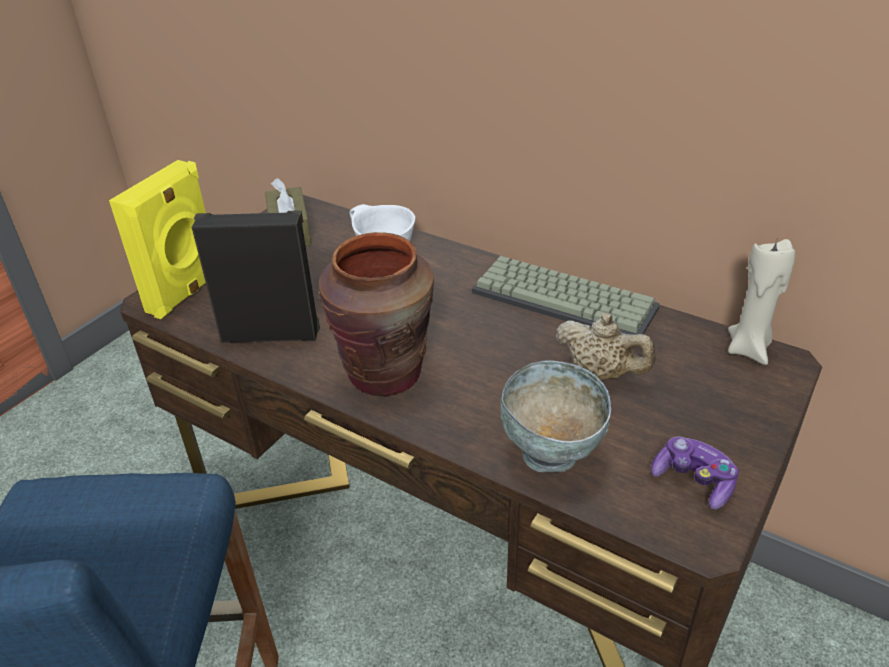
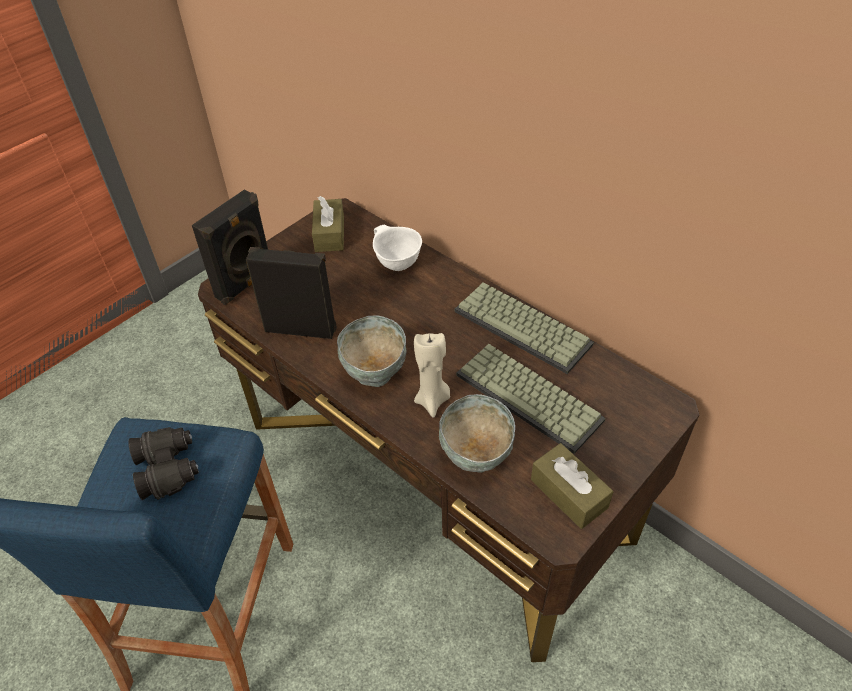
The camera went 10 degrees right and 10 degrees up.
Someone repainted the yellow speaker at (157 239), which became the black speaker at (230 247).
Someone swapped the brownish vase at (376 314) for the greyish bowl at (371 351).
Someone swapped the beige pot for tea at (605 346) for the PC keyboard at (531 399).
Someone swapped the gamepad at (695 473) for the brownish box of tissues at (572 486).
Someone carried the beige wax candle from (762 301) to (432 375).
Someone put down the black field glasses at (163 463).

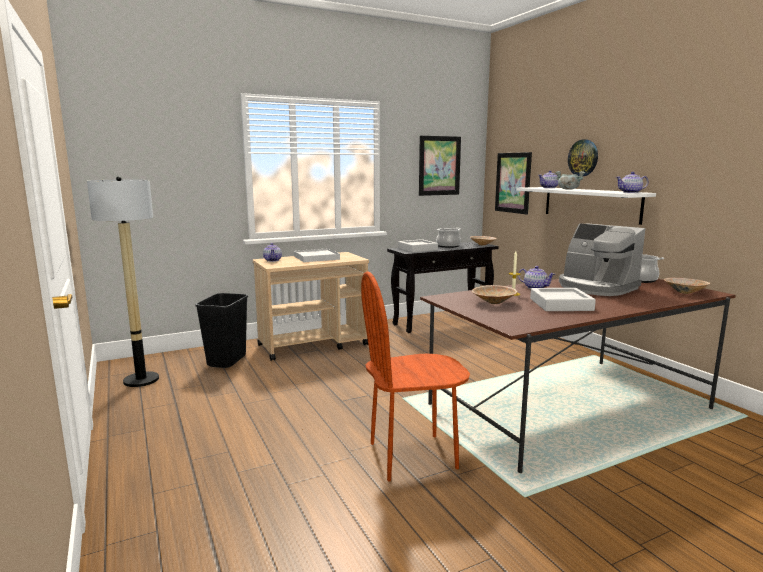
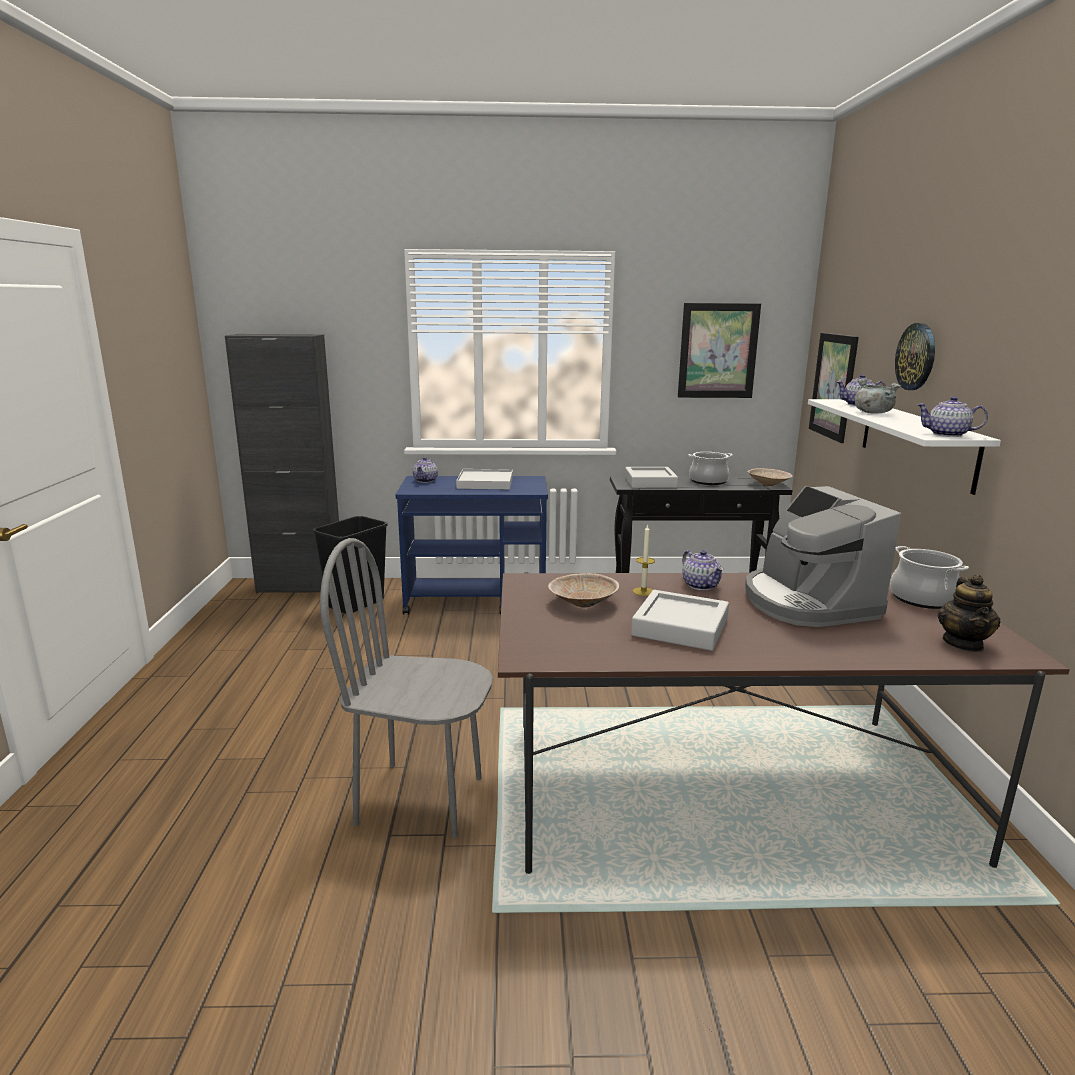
The camera went 25 degrees right and 5 degrees up.
Someone took away the standing lamp at (123 282).
Someone repainted the beige trolley at (311 306), which became the bluish trolley at (471 545).
Someone repainted the brownish chair at (415 376), which became the greyish chair at (406 688).
Someone swapped the beige bowl at (687 286) for the pot for tea at (969 613).
Someone put down the black cabinet at (282 464).

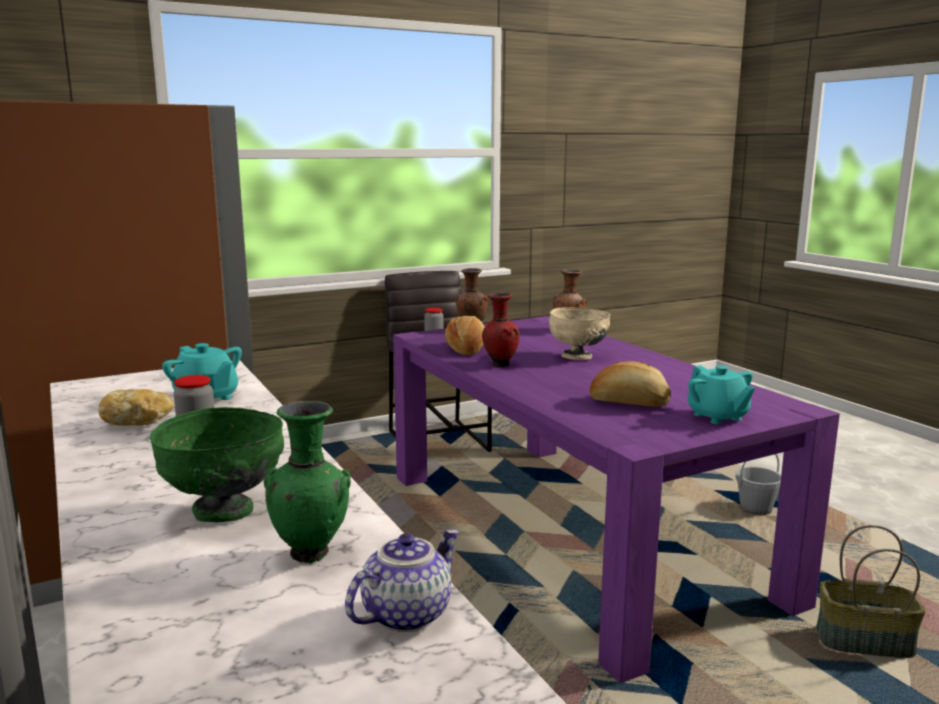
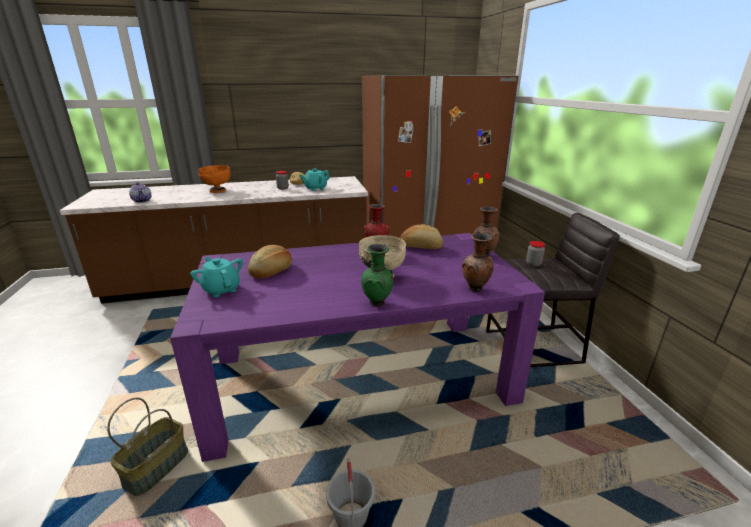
The camera went 105 degrees right and 10 degrees up.
Someone repainted the green-coloured bowl at (217 464), which became the orange bowl at (214 179).
Someone carried the green-coloured vase from (307 482) to (377 275).
Someone rotated the turquoise-coloured pot for tea at (721 394) by 60 degrees clockwise.

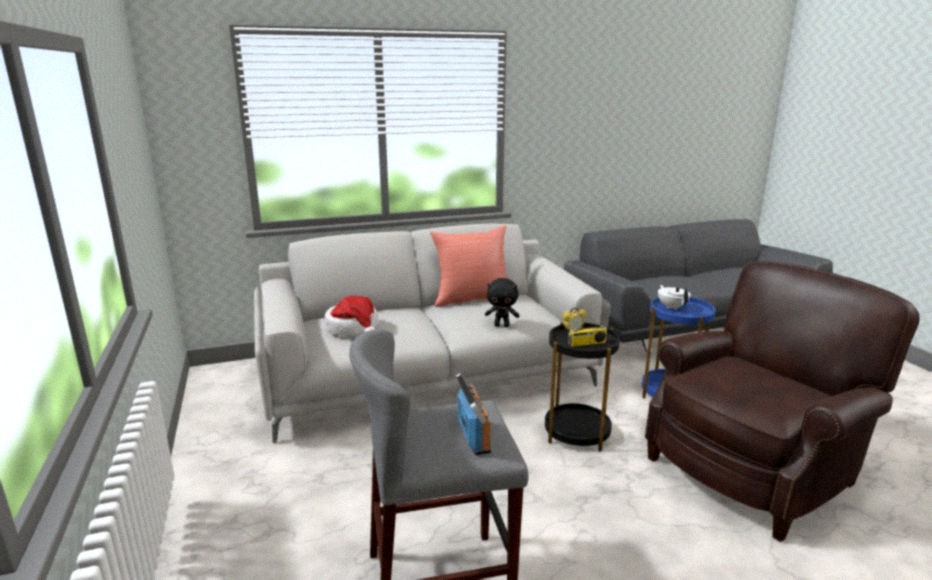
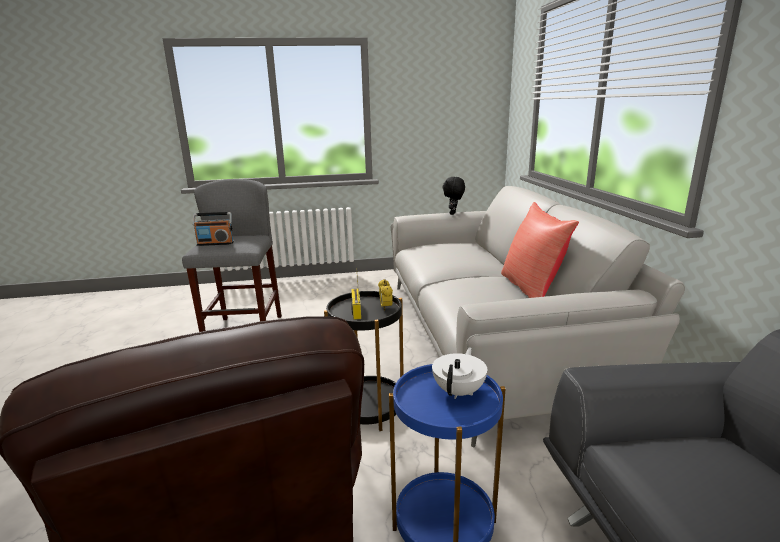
The camera went 100 degrees right and 0 degrees up.
Someone took away the wearable hat at (352 316).
Someone carried the black soft toy from (502 302) to (454 196).
Someone rotated the whitish pot for tea at (674 297) by 60 degrees counterclockwise.

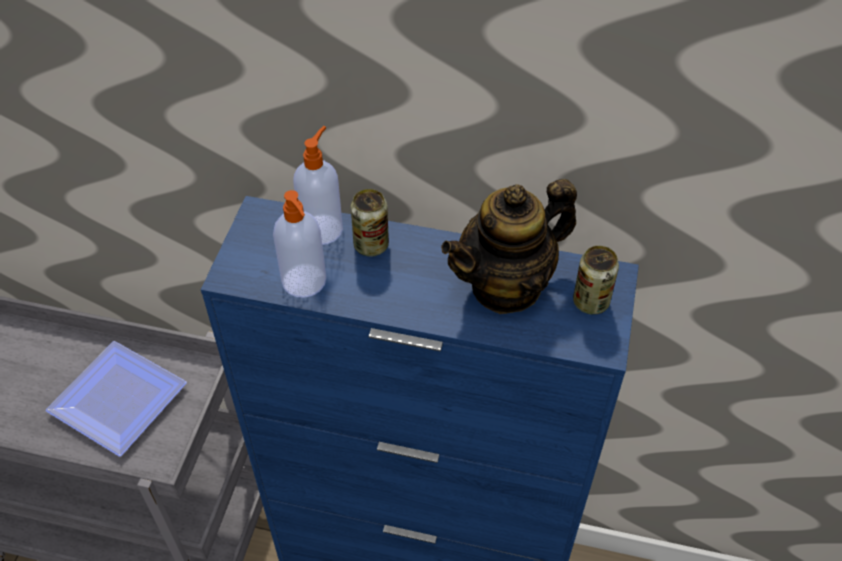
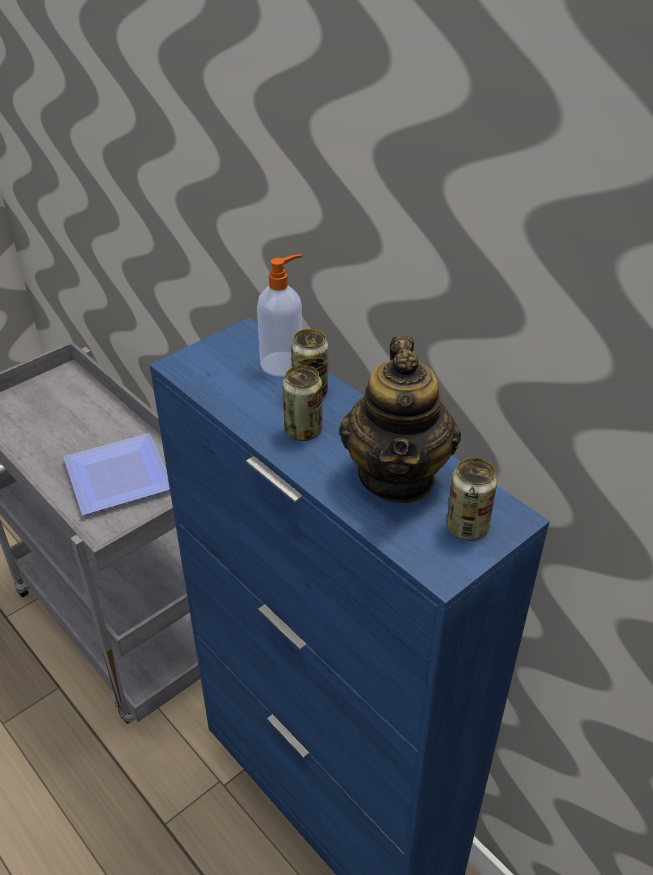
The camera went 35 degrees right and 10 degrees down.
Someone took away the soap dispenser at (299 244).
Someone rotated the pot for tea at (509 246) by 90 degrees counterclockwise.
Someone put down the metal can at (302 403).

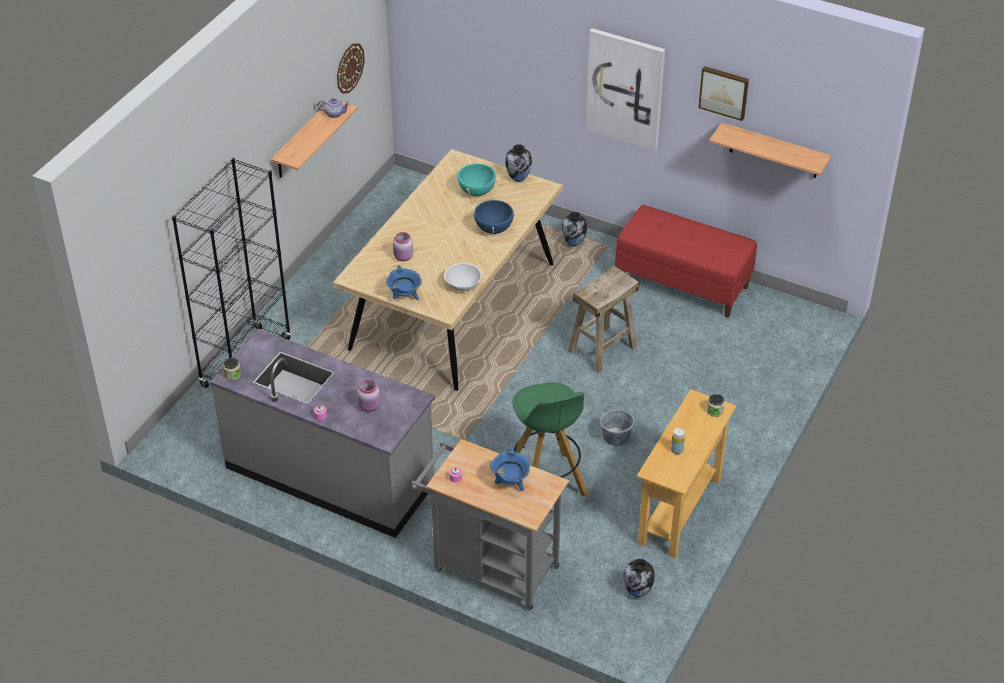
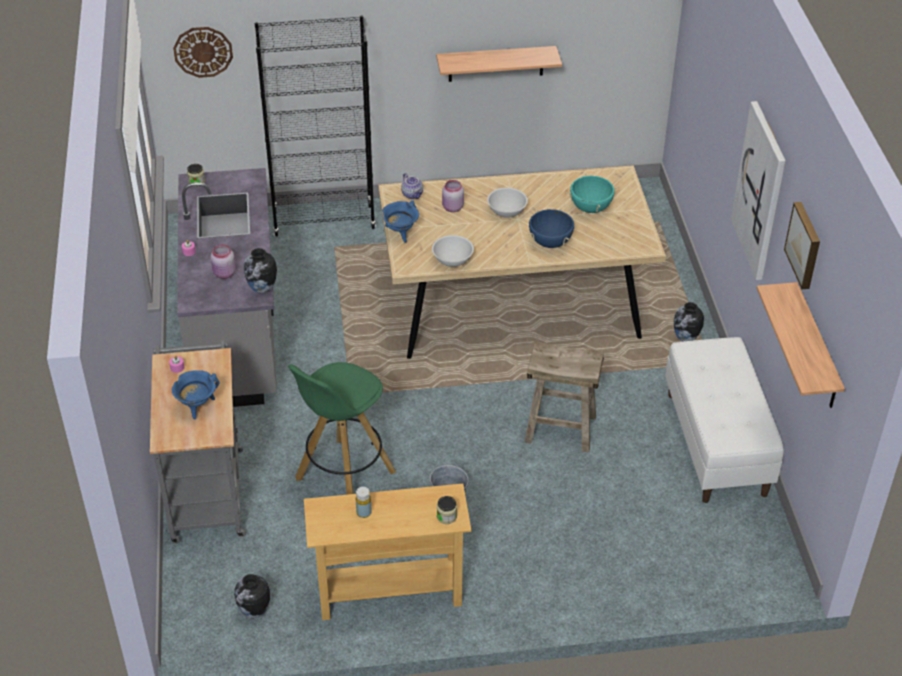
The camera went 55 degrees right and 0 degrees up.
Someone carried the pot for tea from (334 108) to (412 186).
Someone carried the hanging clock from (351 68) to (203 52).
Someone carried the vase from (519 163) to (260 271).
Someone repainted the red indoor bench at (686 261), which became the whitish indoor bench at (724 420).
Someone put down the whitish bowl at (507 203).

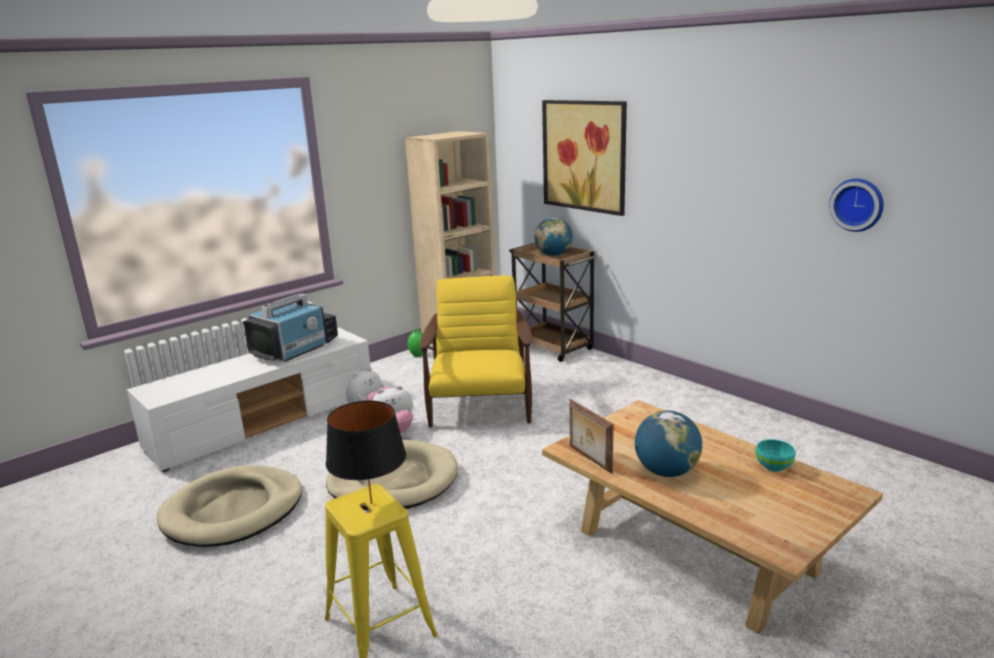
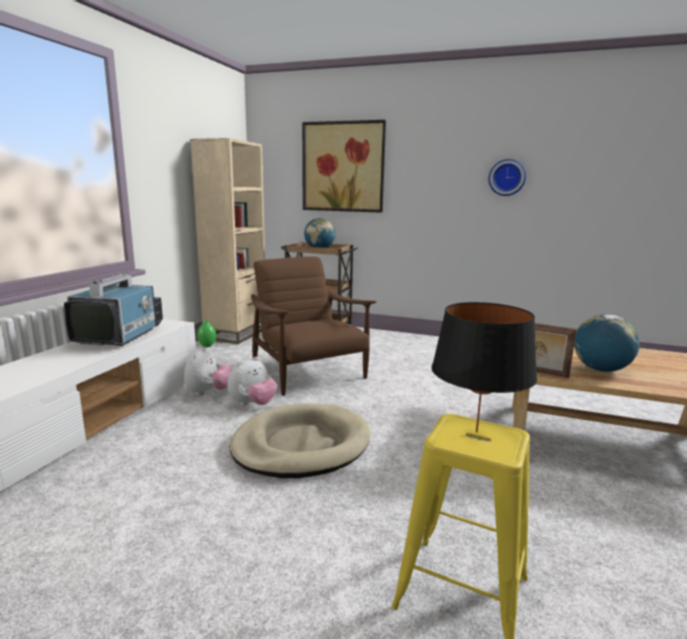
The camera went 30 degrees left and 5 degrees down.
Someone took away the beige dog cushion at (229 506).
Someone repainted the yellow armchair at (476 351), which became the brownish armchair at (314 326).
Someone took away the turquoise-coloured bowl at (775 455).
Someone carried the hanging clock from (856 205) to (507 177).

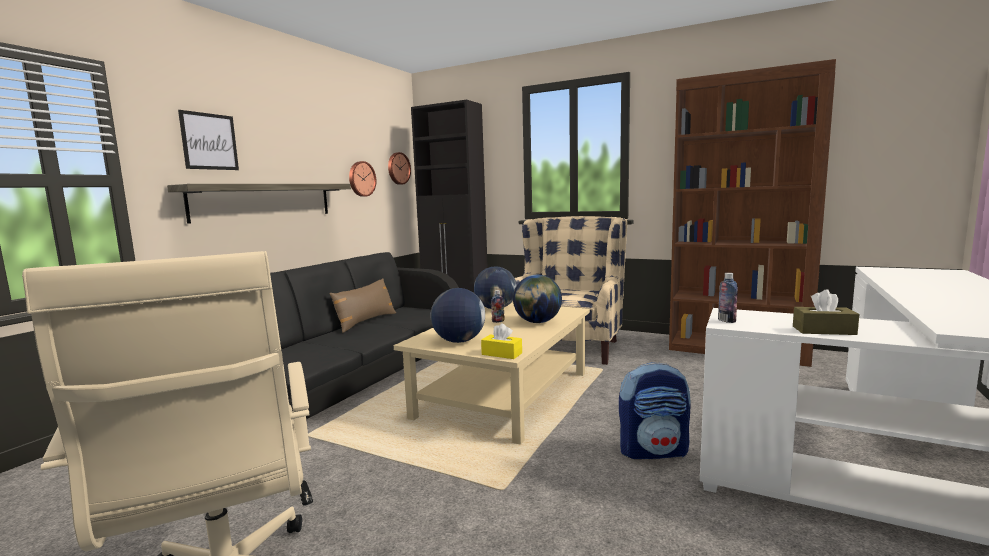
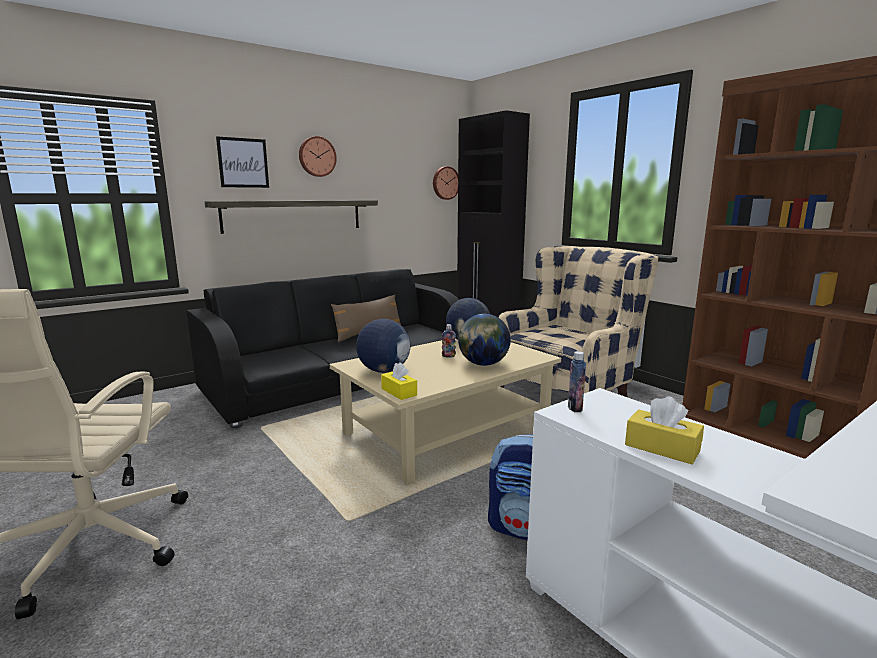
The camera went 25 degrees right and 5 degrees up.
Someone carried the hanging clock from (362 179) to (318 156).
Someone repainted the brownish box of tissues at (826 312), which became the yellow box of tissues at (664 430).

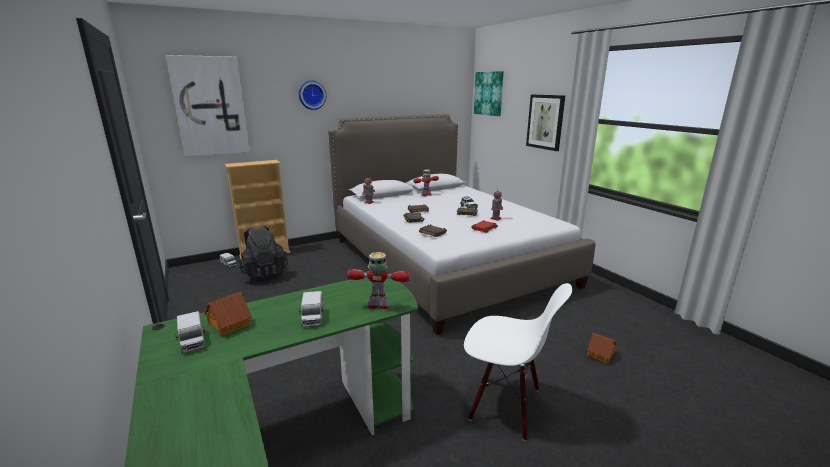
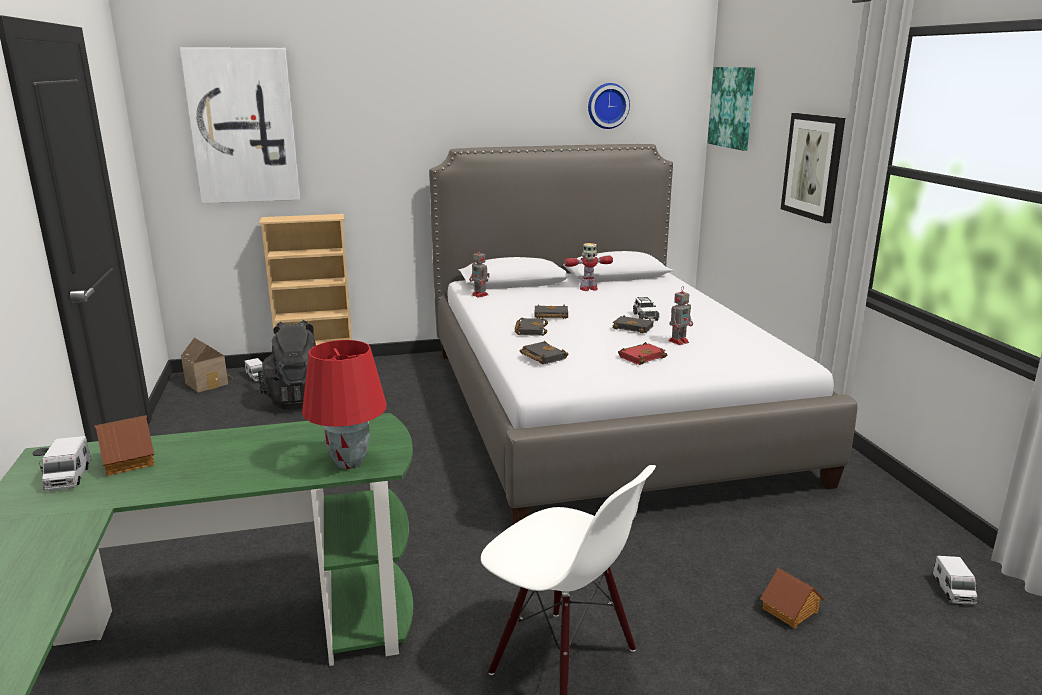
The camera went 15 degrees right and 0 degrees up.
Someone carried the hanging clock from (312 95) to (609 106).
Someone carried the model truck from (311 309) to (955 580).
Someone swapped the robot figure at (378 280) for the red tabletop lamp at (344 404).
Someone put down the model house at (207 365).

